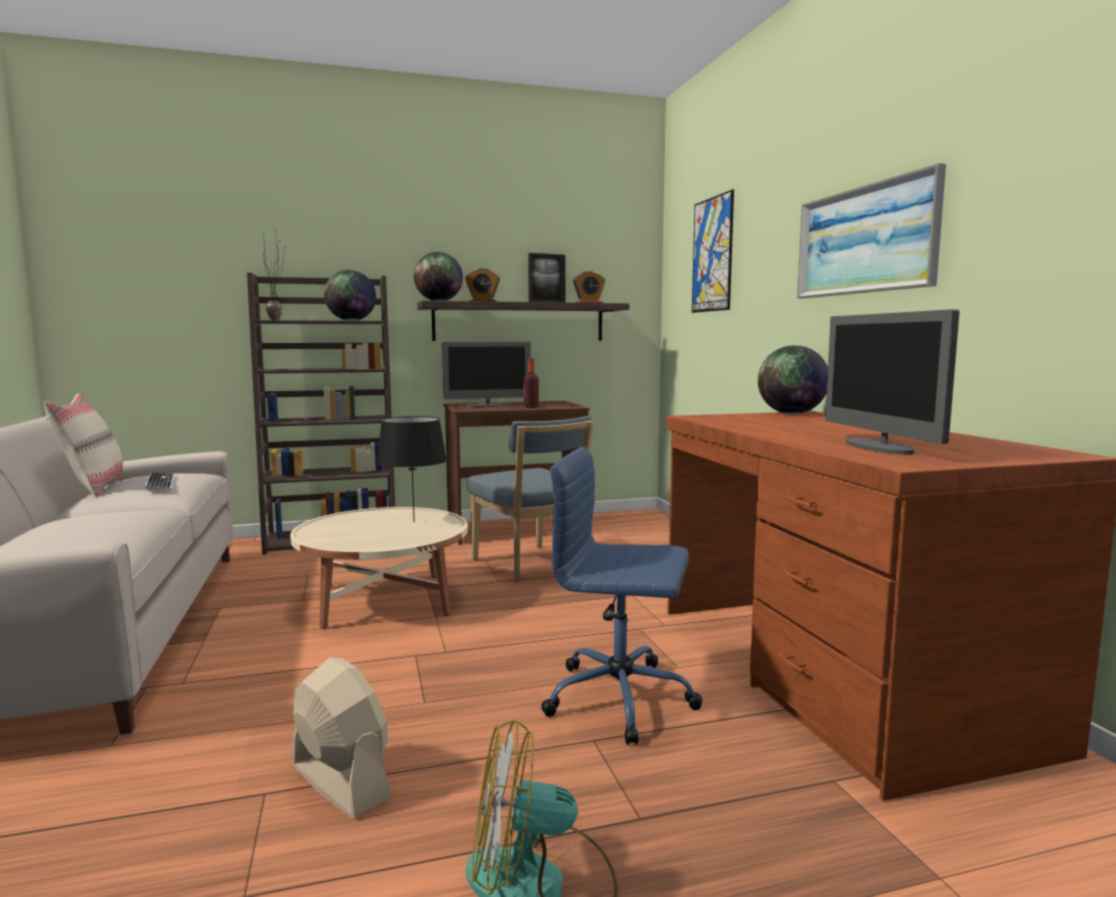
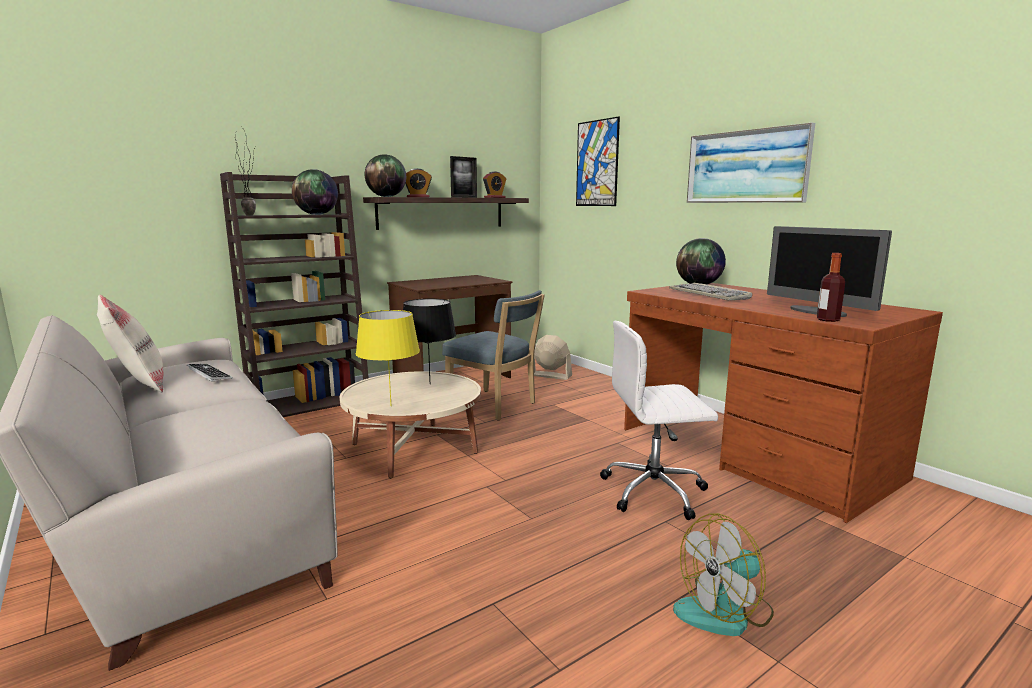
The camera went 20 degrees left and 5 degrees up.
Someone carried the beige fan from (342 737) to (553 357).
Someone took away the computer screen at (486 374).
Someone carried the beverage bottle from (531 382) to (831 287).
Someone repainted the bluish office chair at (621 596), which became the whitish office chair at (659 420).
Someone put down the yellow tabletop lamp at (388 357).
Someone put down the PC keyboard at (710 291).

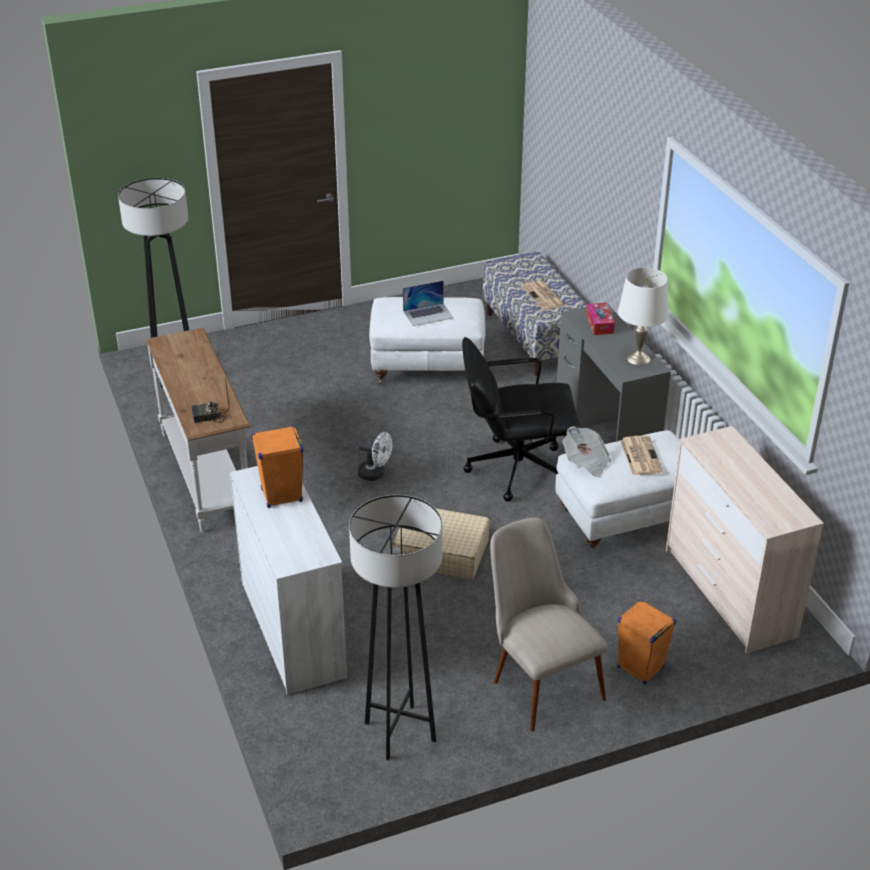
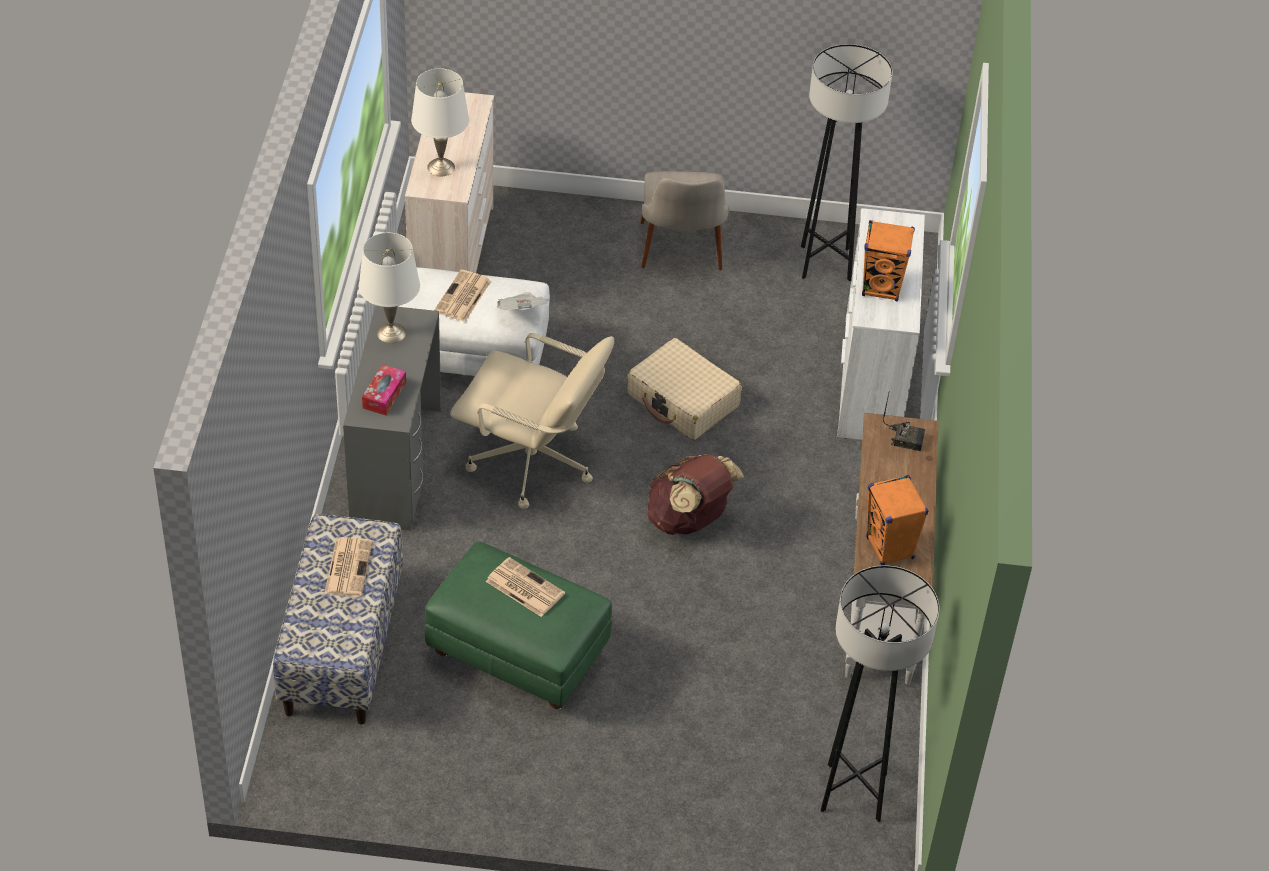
The camera went 155 degrees left and 10 degrees up.
Someone swapped the whitish fan at (375 456) for the brownish rucksack at (695 494).
Someone repainted the whitish footrest at (427 340), which became the green-coloured footrest at (518 625).
Someone swapped the notebook computer at (428 303) for the printed paper at (525 587).
Someone repainted the black office chair at (521 419), which became the beige office chair at (532 421).
Someone carried the orange speaker from (646 642) to (897 520).
Someone put down the whitish tabletop lamp at (440 122).

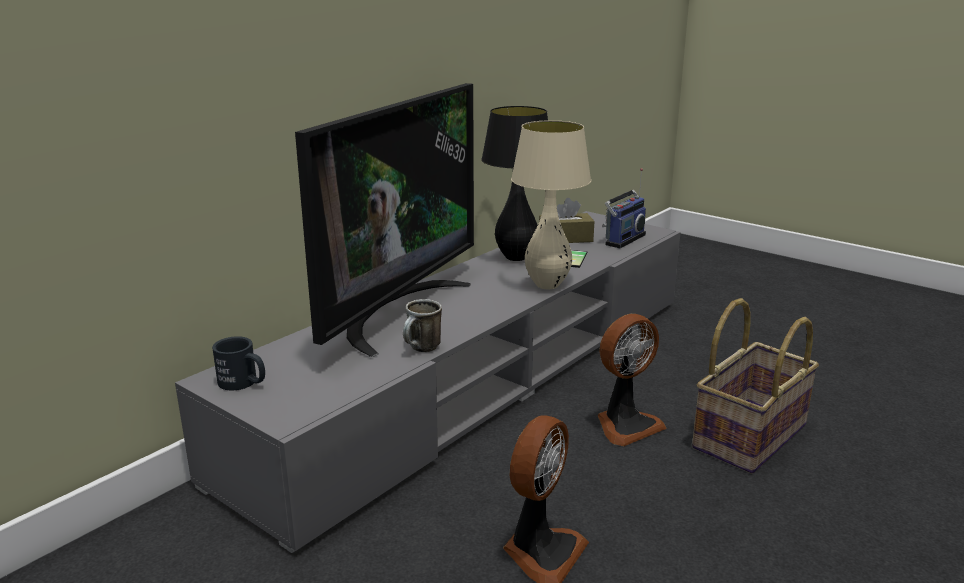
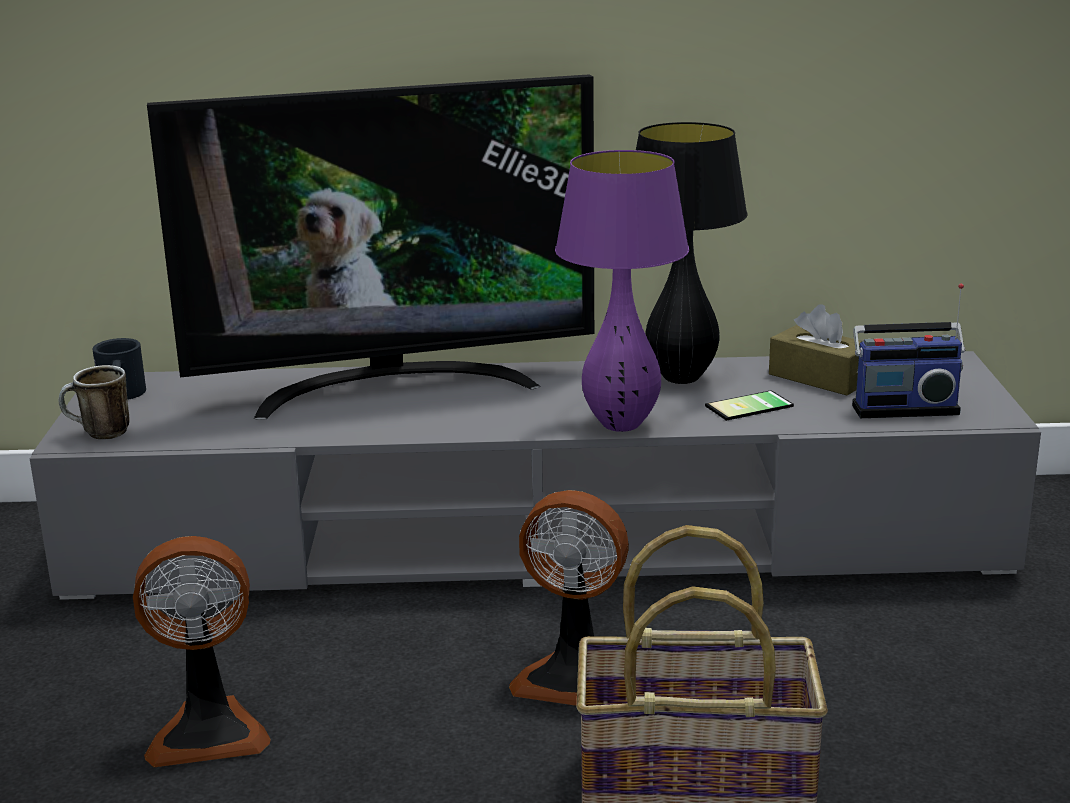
The camera went 50 degrees right and 0 degrees up.
Someone carried the tea mug from (422 325) to (94 402).
Someone repainted the beige tabletop lamp at (551 204), which became the purple-coloured tabletop lamp at (622 291).

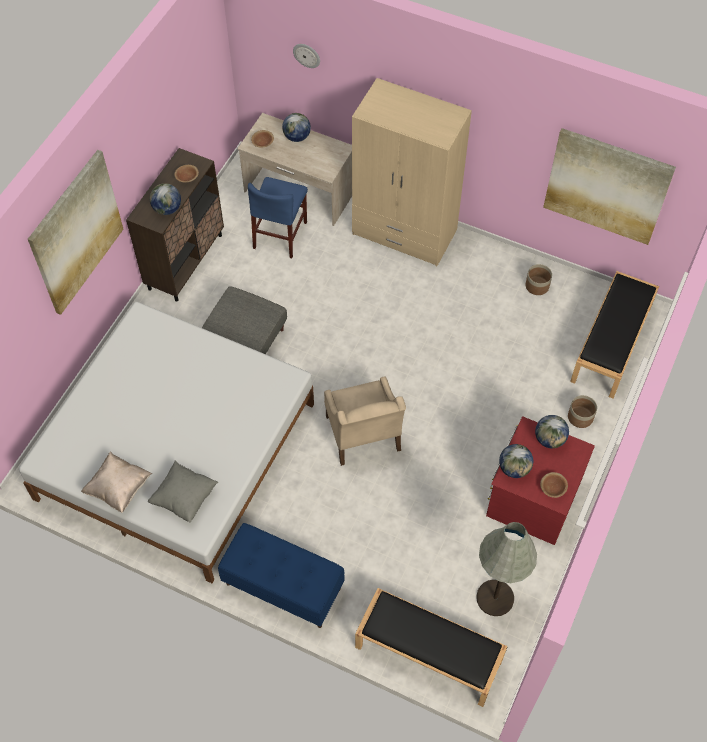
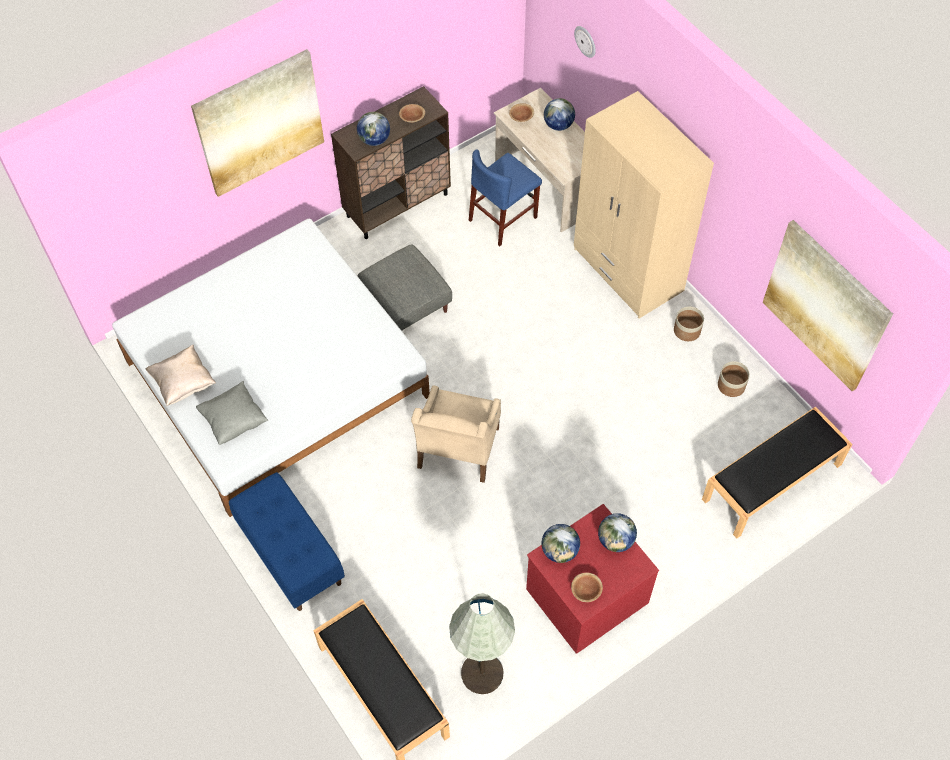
The camera went 30 degrees right and 0 degrees up.
Someone carried the planter from (582 411) to (689 323).

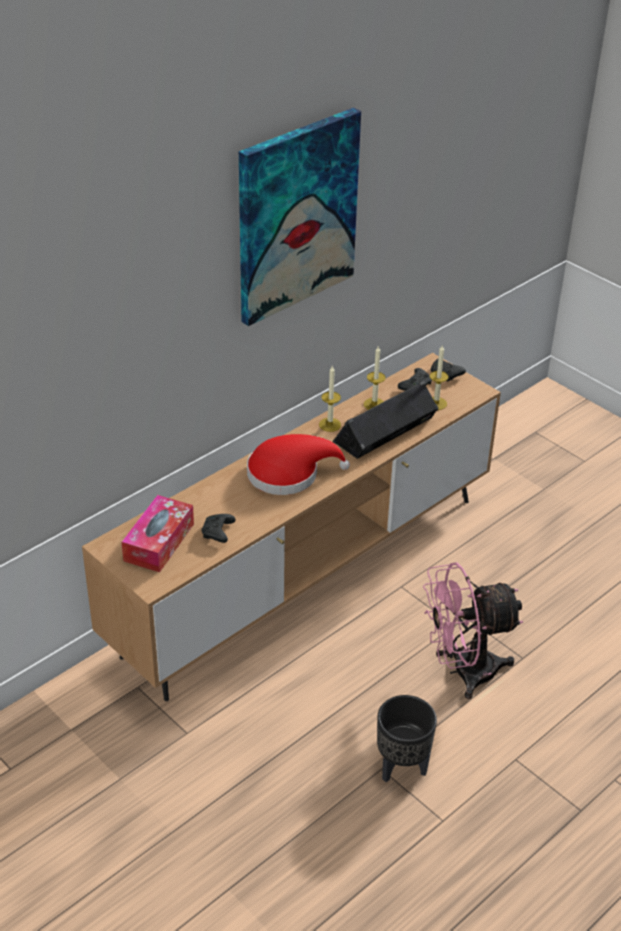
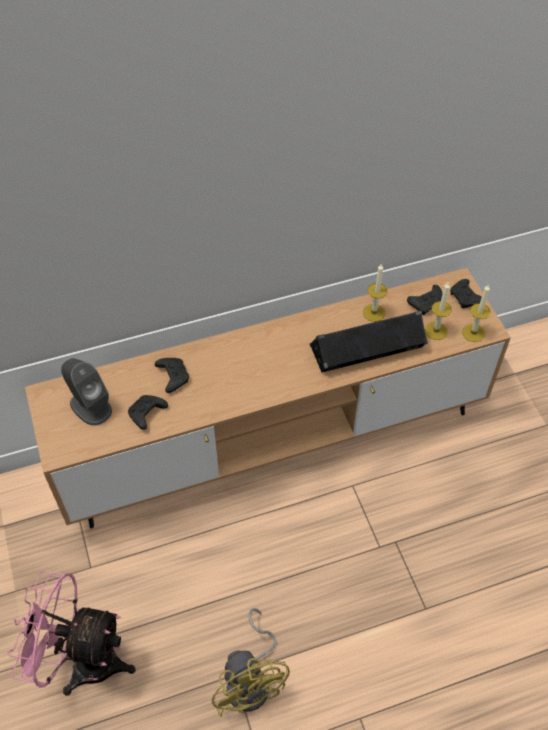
The camera went 25 degrees right and 15 degrees up.
Someone swapped the box of tissues at (158 533) for the greyish speaker at (86 392).
Someone took away the wall art at (300 217).
Someone took away the red wearable hat at (298 464).
Someone carried the wax candle from (330 399) to (476 313).
Someone swapped the black planter at (407 738) for the yellow fan at (251 662).
Someone carried the pinkish fan from (473 630) to (71 633).
Someone put down the black gamepad at (172 375).

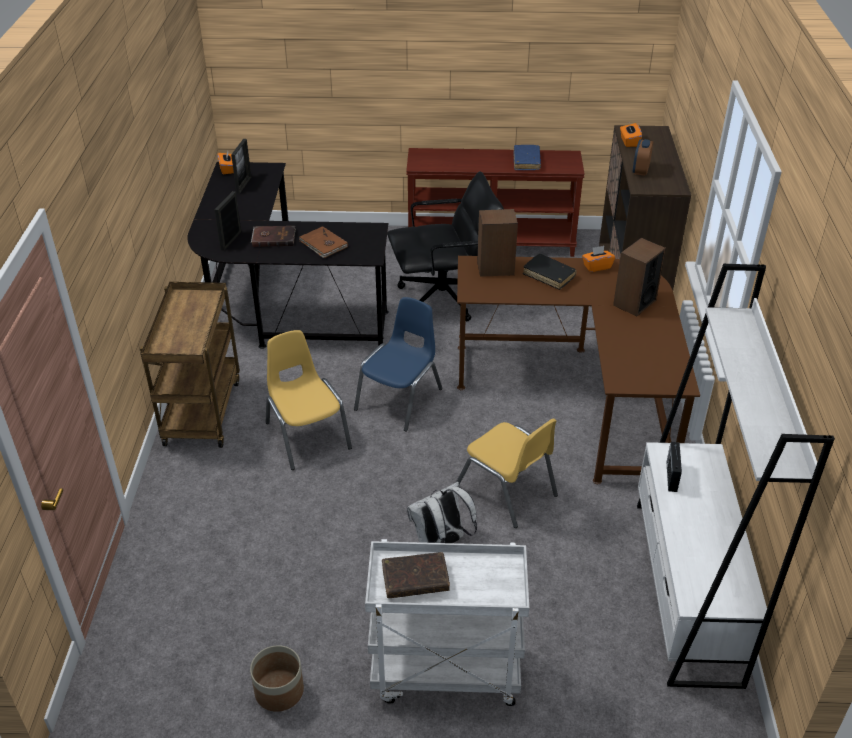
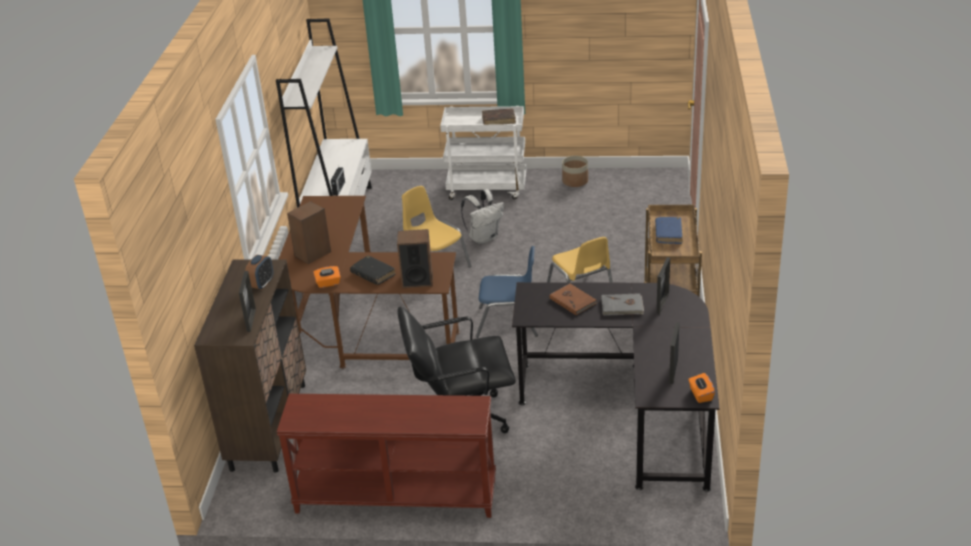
The camera went 175 degrees left and 5 degrees down.
Someone repainted the brownish bound book at (273 236), which became the greyish bound book at (622 304).
Someone rotated the bluish chair at (398 364) by 120 degrees counterclockwise.
Someone carried the bluish bound book from (527 157) to (669 230).
Someone swapped the orange box of tissues at (631 135) for the picture frame at (247 301).

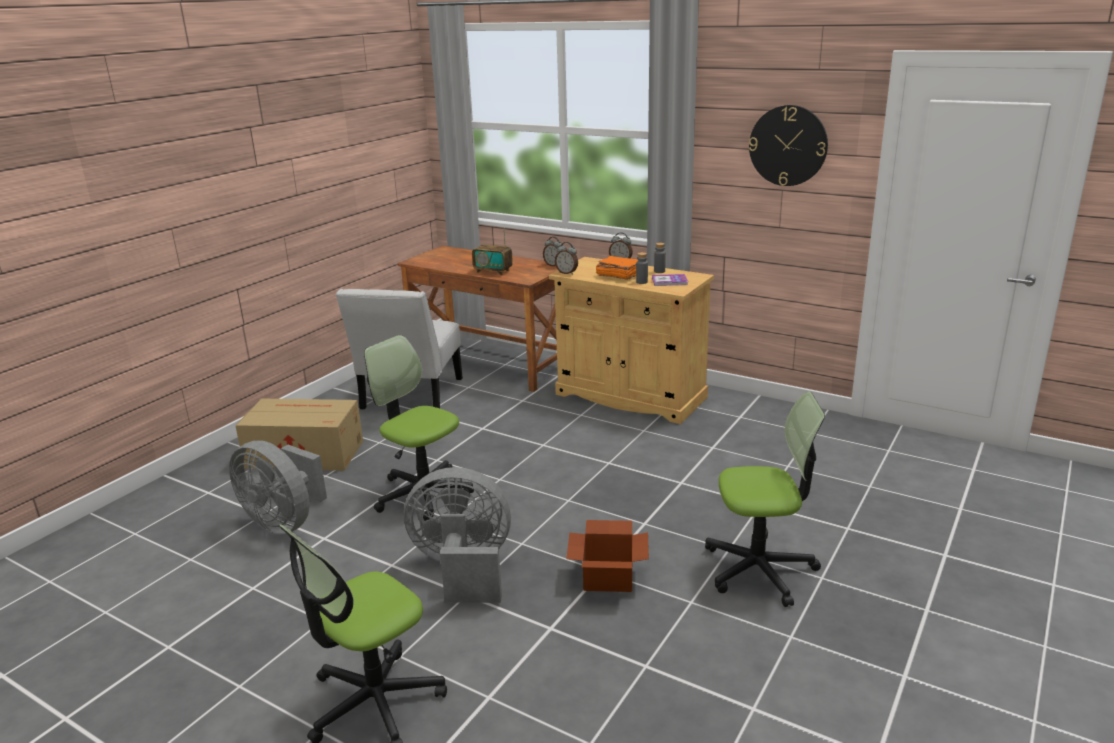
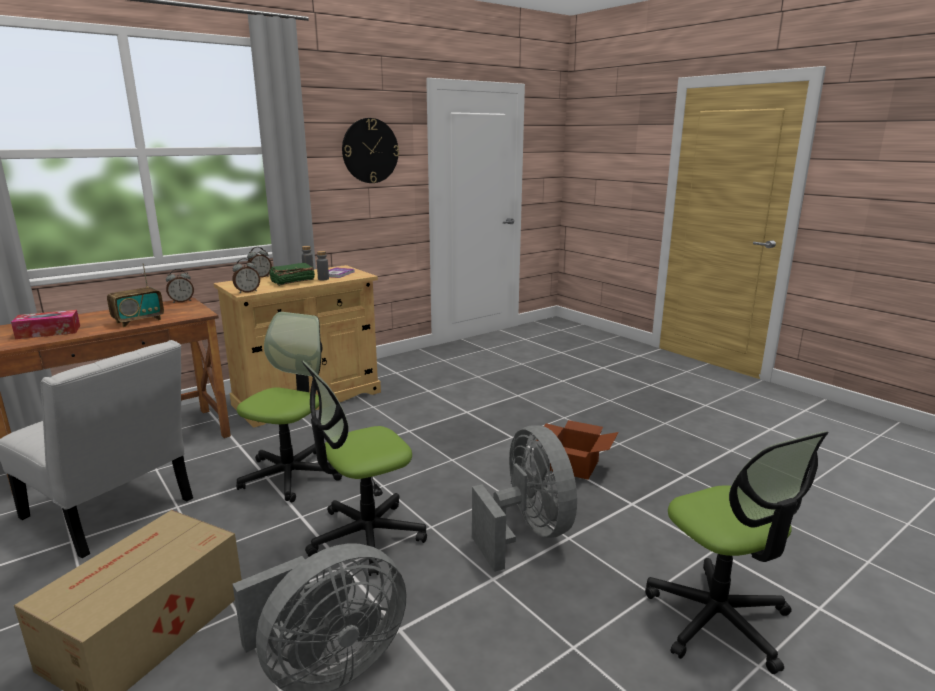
The camera went 70 degrees left and 5 degrees down.
Someone rotated the greyish fan at (457 535) by 135 degrees clockwise.
Someone repainted the orange bound book at (617 268), which became the green-coloured bound book at (292 274).
Someone carried the office chair from (765 499) to (289 407).
Someone put down the box of tissues at (45 324).

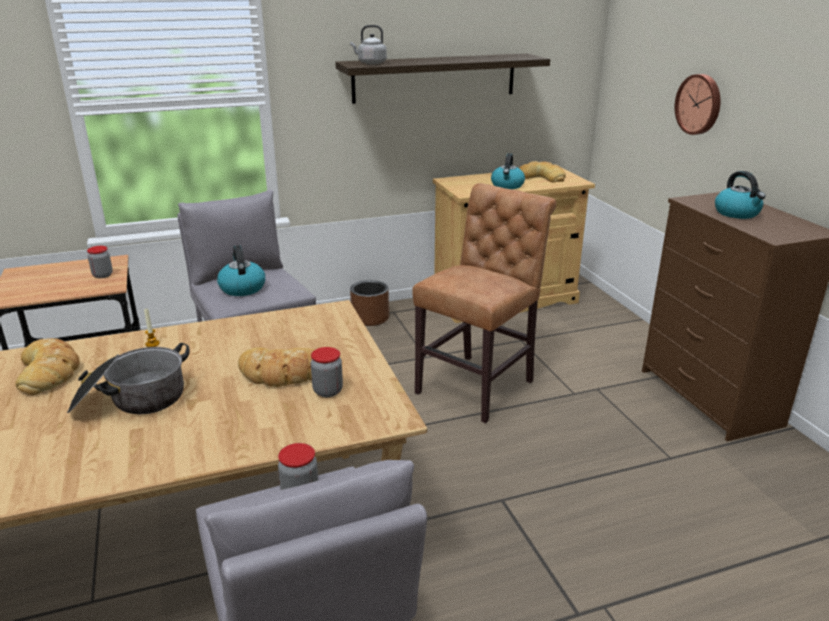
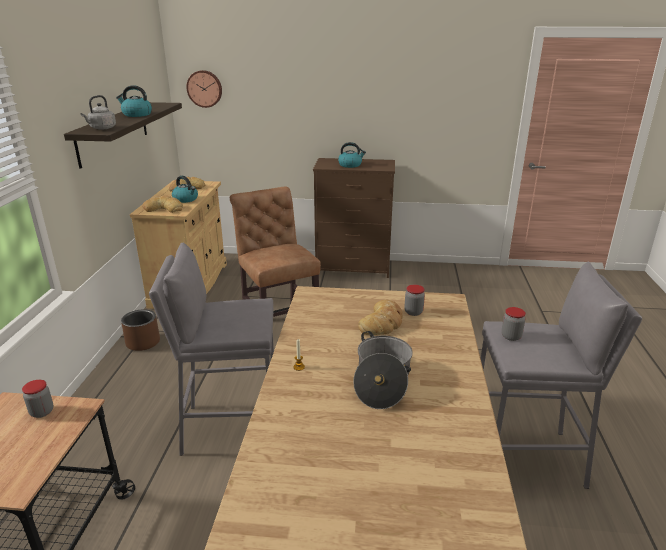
The camera went 65 degrees left and 0 degrees up.
Someone carried the bread from (47 366) to (162 204).
Someone carried the kettle from (241 270) to (134 101).
Someone carried the hanging clock from (698 104) to (204 89).

